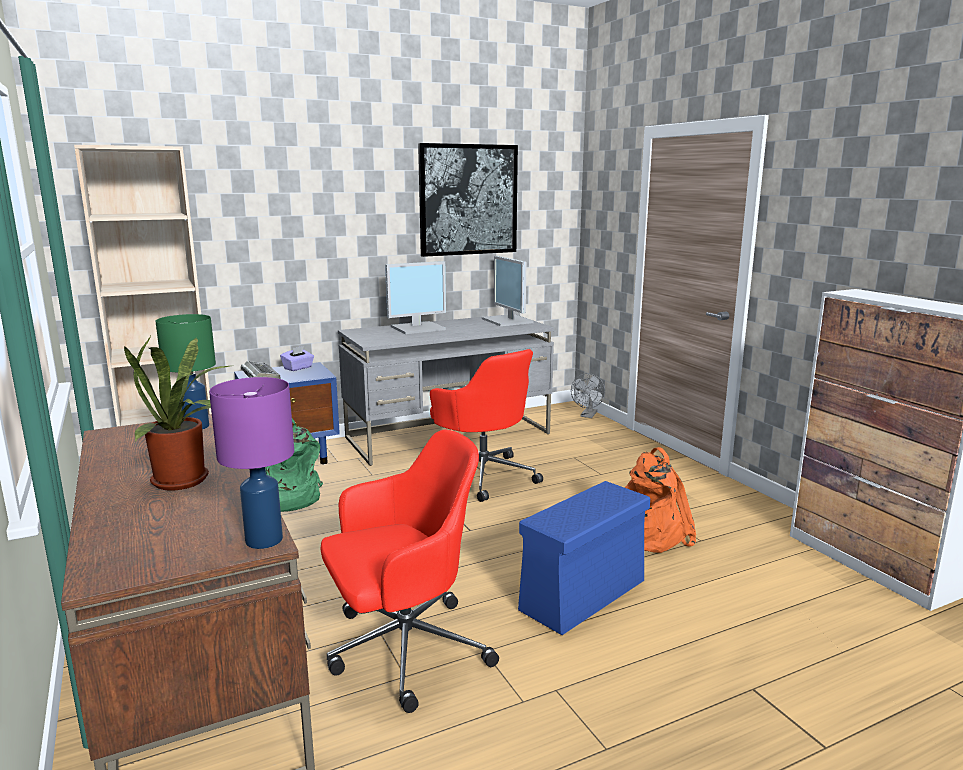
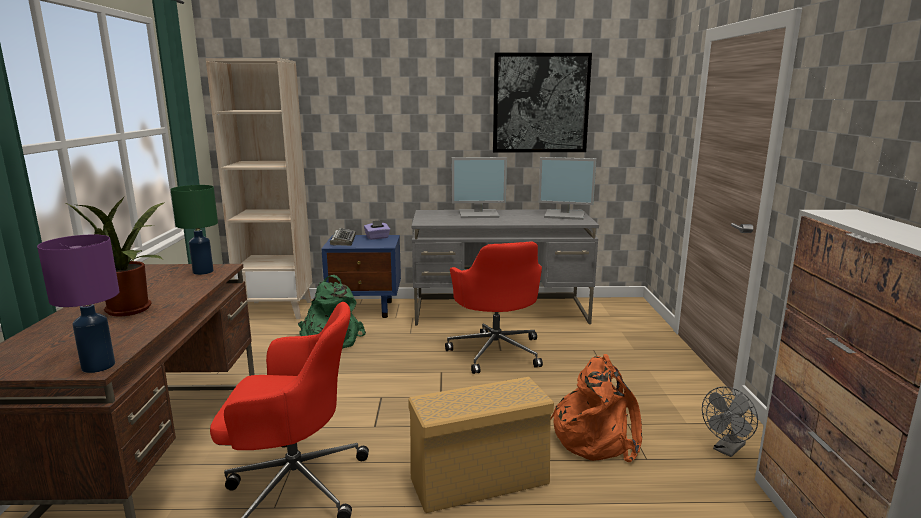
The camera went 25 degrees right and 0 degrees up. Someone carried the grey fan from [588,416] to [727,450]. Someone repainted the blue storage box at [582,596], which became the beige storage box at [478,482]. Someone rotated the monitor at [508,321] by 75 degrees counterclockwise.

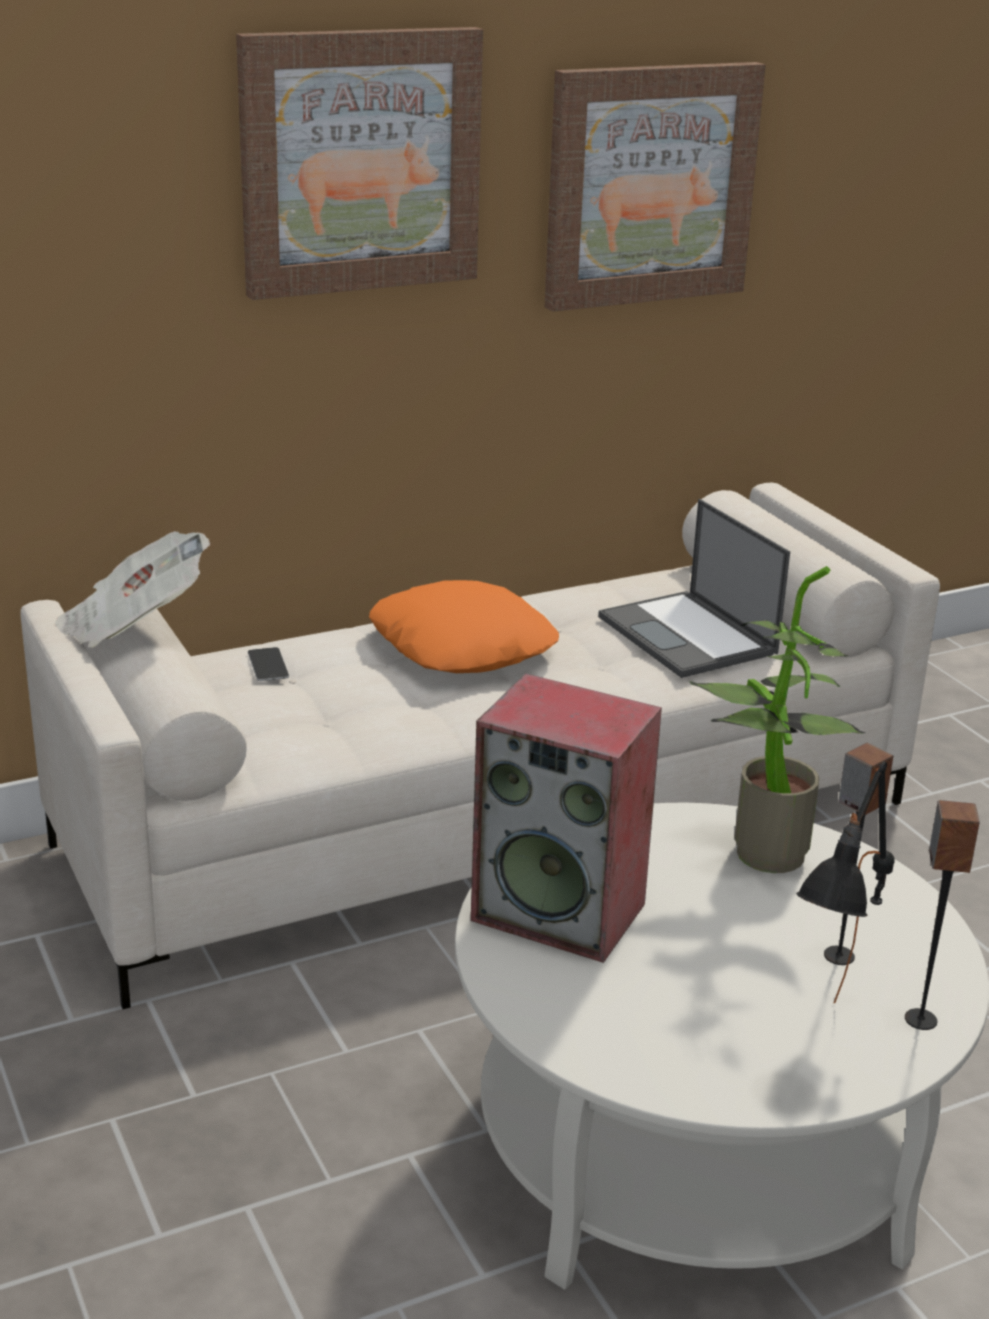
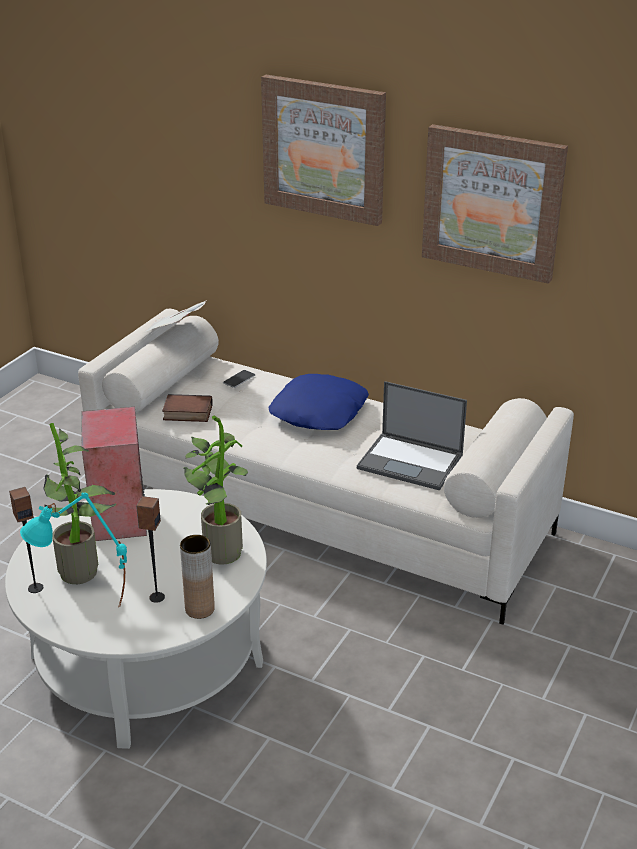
The camera went 55 degrees right and 5 degrees up. Someone put down the potted plant at [85,571]. Someone put down the book at [186,413]. Someone put down the brown vase at [199,609]. Someone carried the speaker from [920,1019] to [35,588]. Someone repainted the orange pillow at [463,645], which became the blue pillow at [319,412]. Someone repainted the black table lamp at [832,1048], which became the turquoise table lamp at [84,616]. Someone rotated the laptop at [689,636] by 90 degrees counterclockwise.

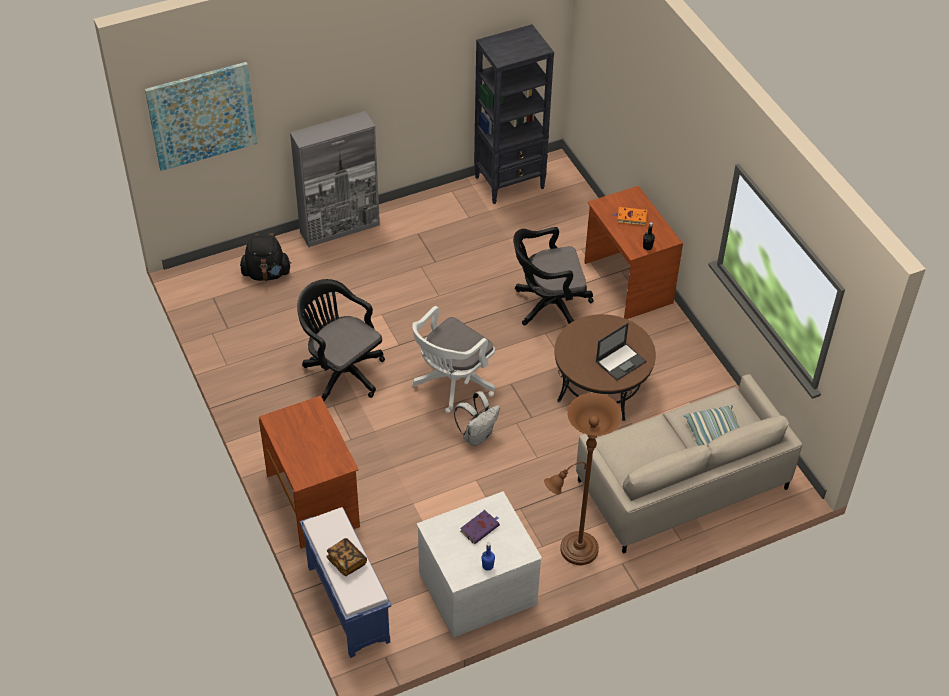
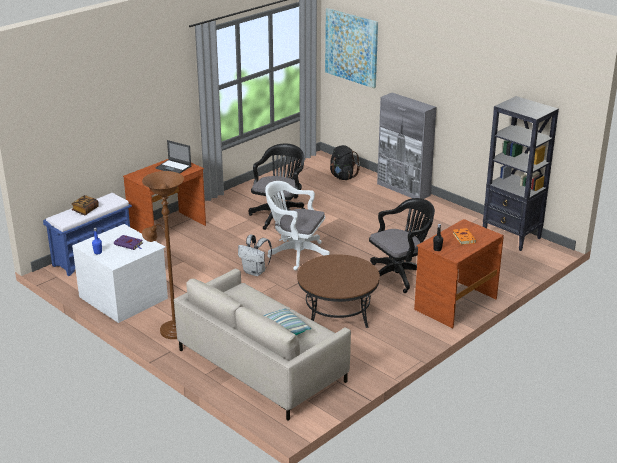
The camera went 70 degrees right and 20 degrees down. Someone carried the laptop from [621,361] to [174,167]. Someone rotated the black office chair at [547,306] by 90 degrees clockwise.

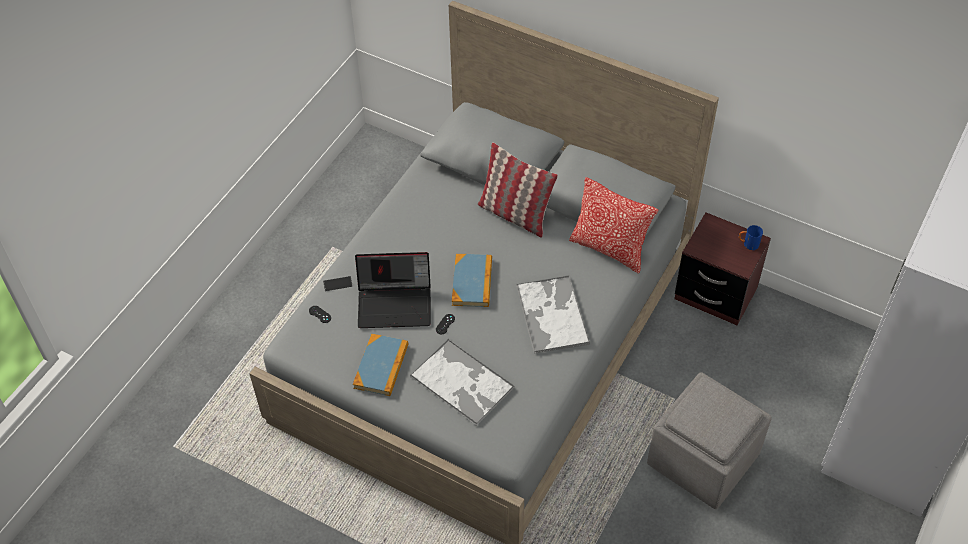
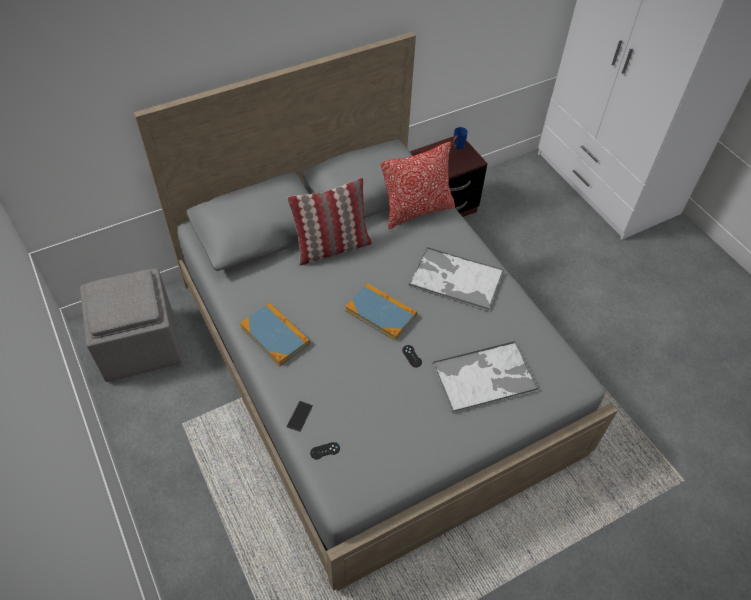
The camera went 60 degrees left and 0 degrees up. Someone took away the laptop at [396,303]. Someone carried the book from [381,366] to [275,335]. Someone carried the grey ottoman from [704,459] to [141,344].

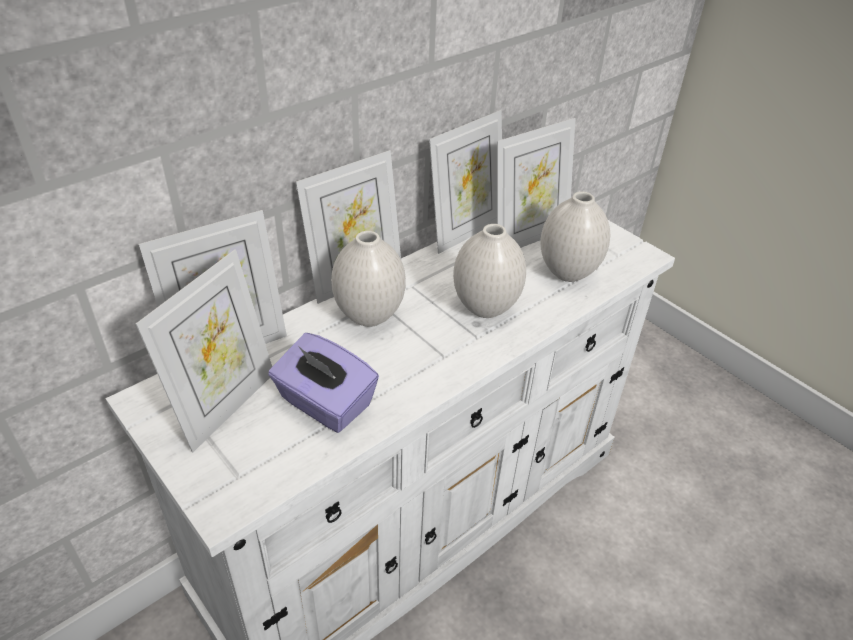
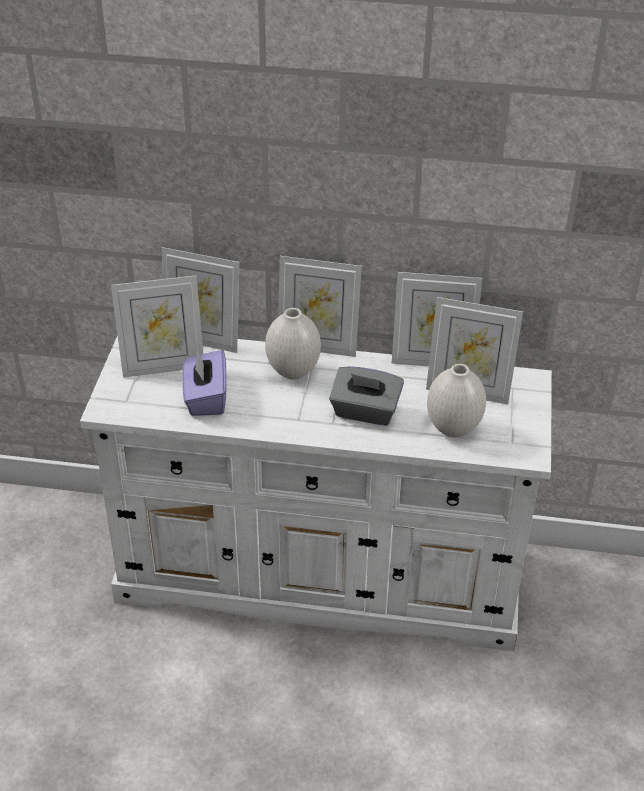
The camera went 50 degrees right and 0 degrees up. Someone swapped the white vase at [485,307] for the grey tissue box at [365,412].

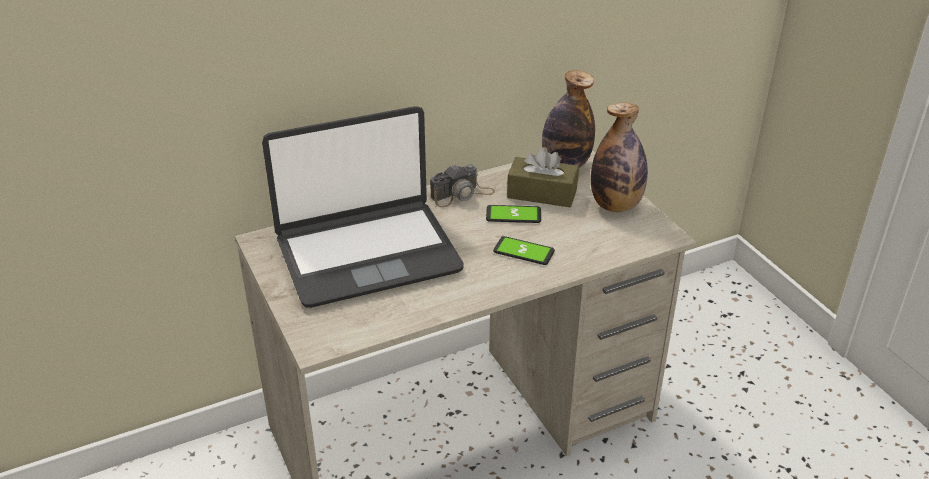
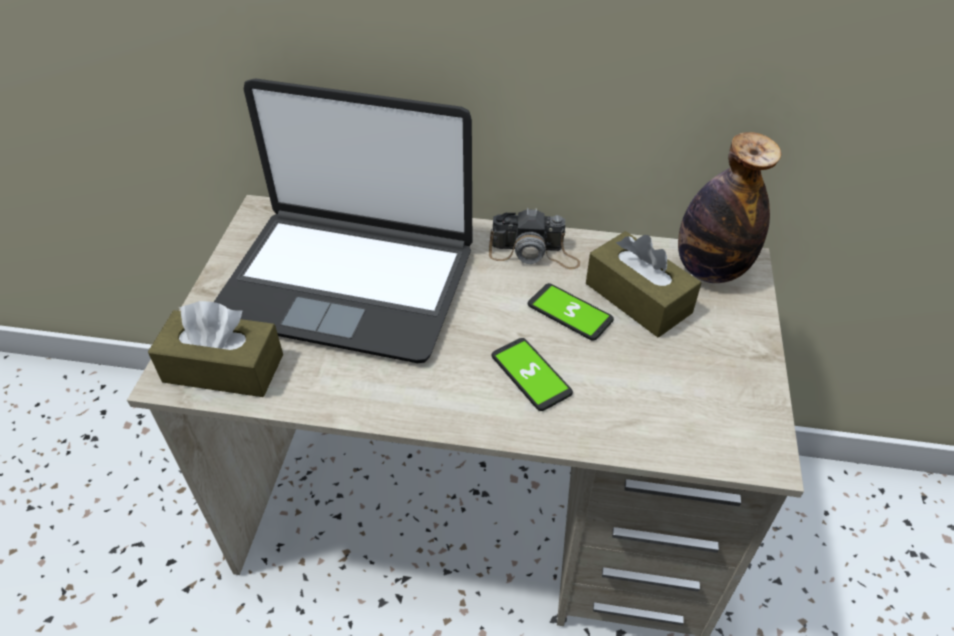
The camera went 35 degrees right and 10 degrees up. Someone took away the bottle at [616,205]. Someone put down the brown tissue box at [223,368].

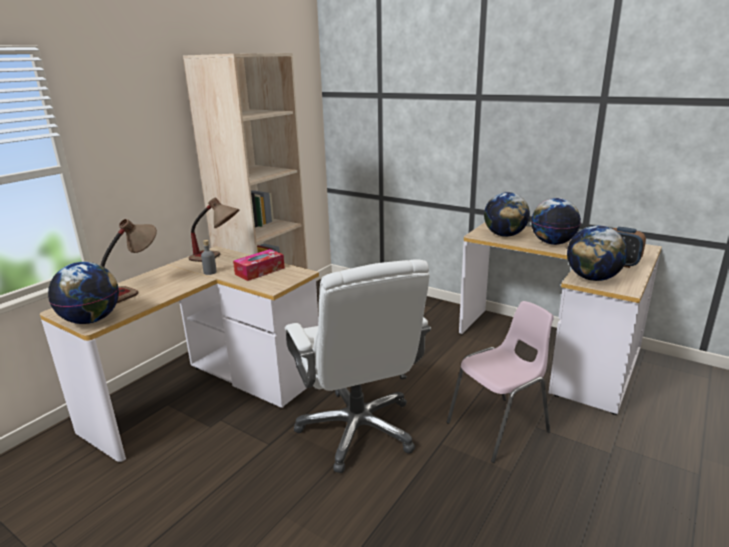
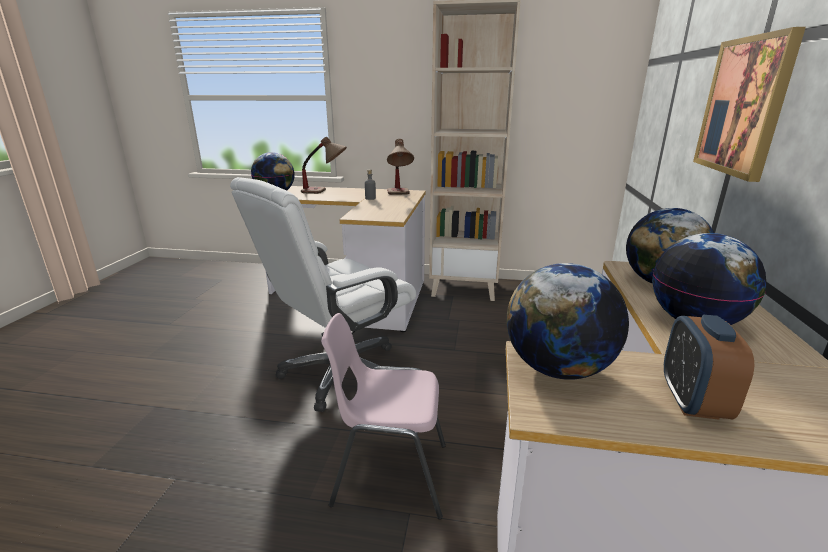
The camera went 65 degrees right and 0 degrees up. Someone took away the tissue box at [260,271]. Someone put up the picture at [744,106]. Someone rotated the pink chair at [499,428] by 150 degrees clockwise.

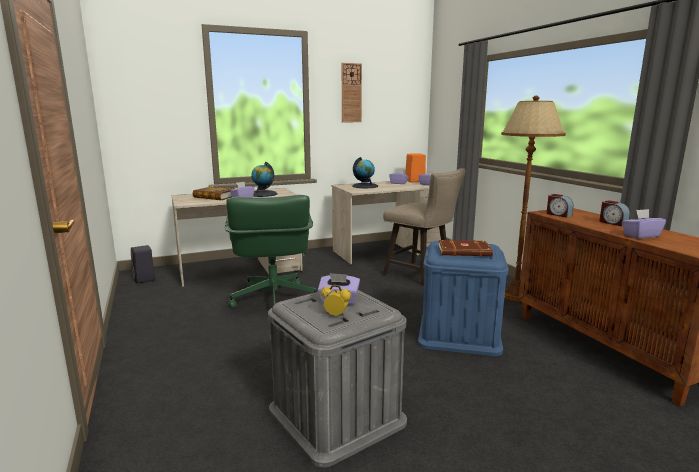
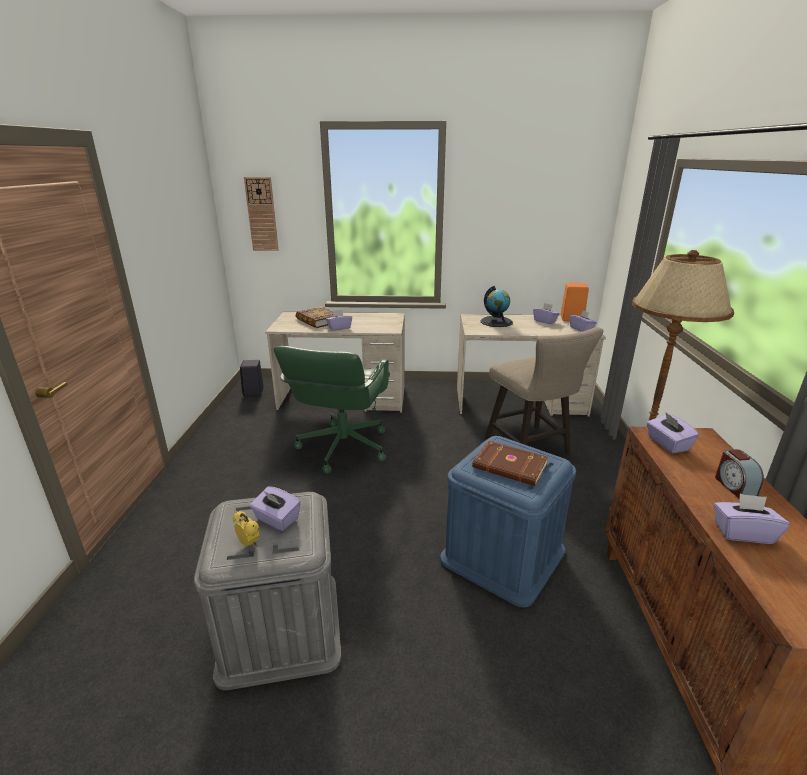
The camera went 25 degrees right and 10 degrees up. Someone took away the globe at [263,194]. Someone carried the wall clock from [351,93] to [262,214]. Someone swapped the alarm clock at [558,214] for the purple tissue box at [667,444].

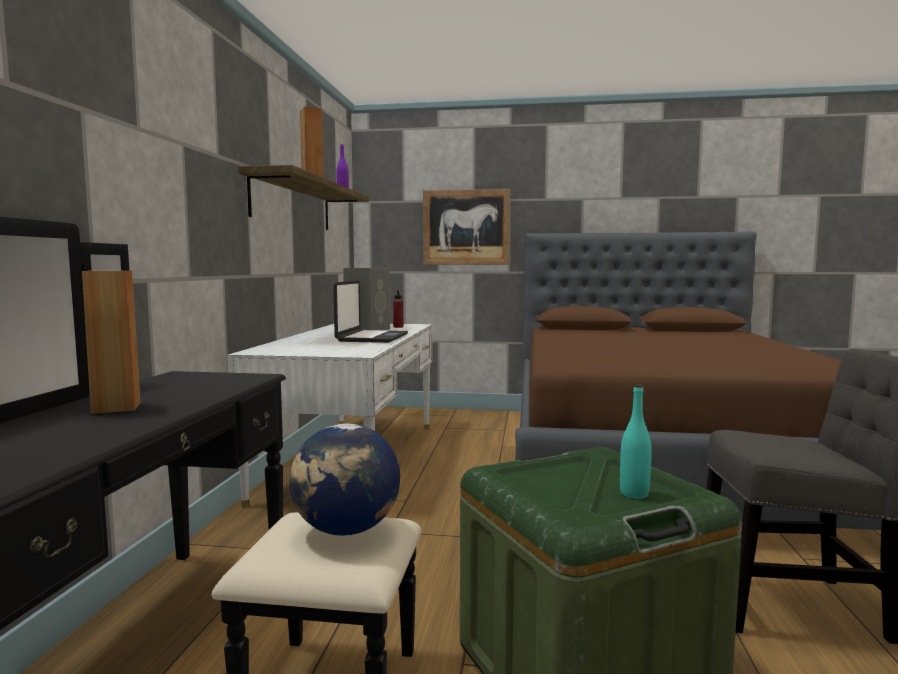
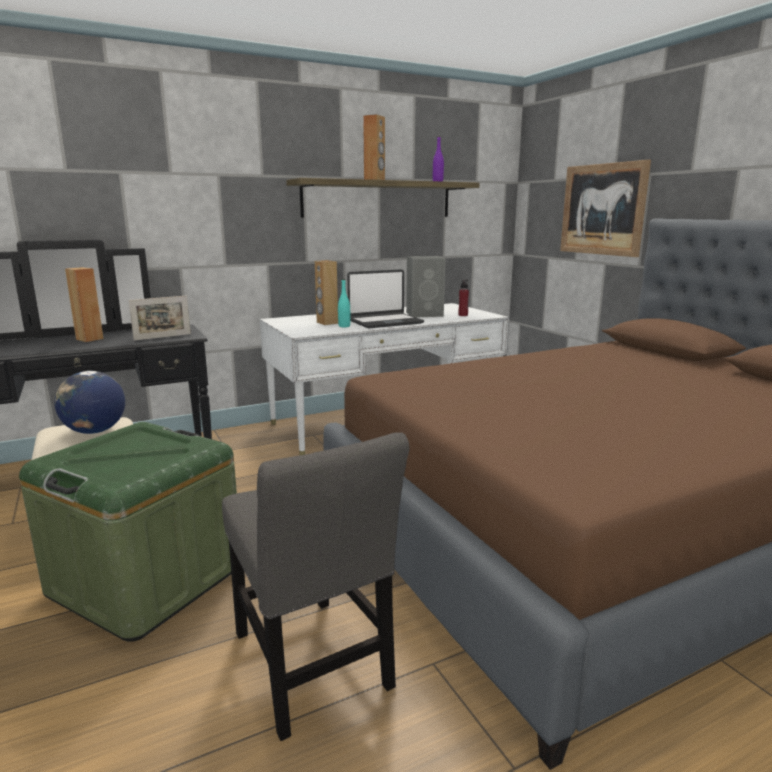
The camera went 55 degrees right and 10 degrees up. Someone put down the picture frame at [162,337]. Someone put down the brown speaker at [327,323]. Someone carried the turquoise bottle from [634,494] to [344,326].

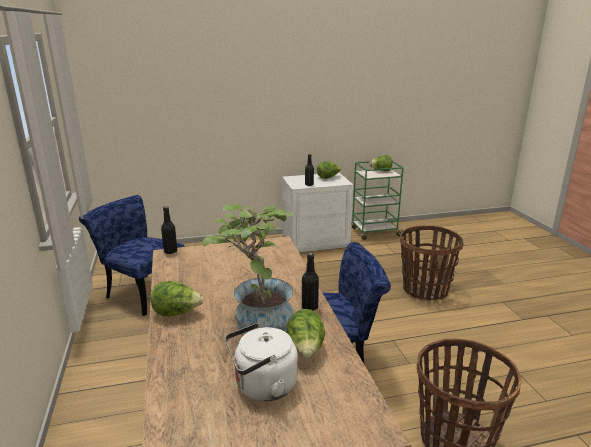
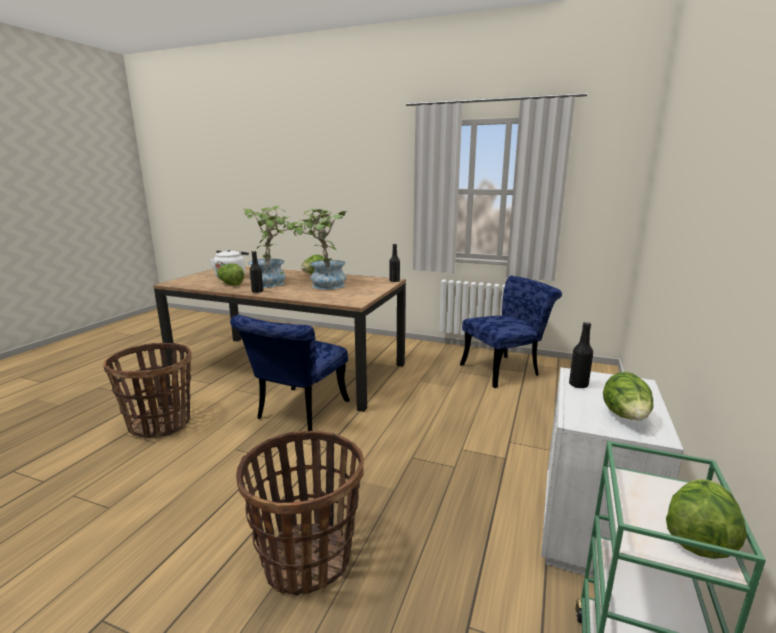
The camera went 125 degrees right and 5 degrees down. Someone put down the potted plant at [323,286].

